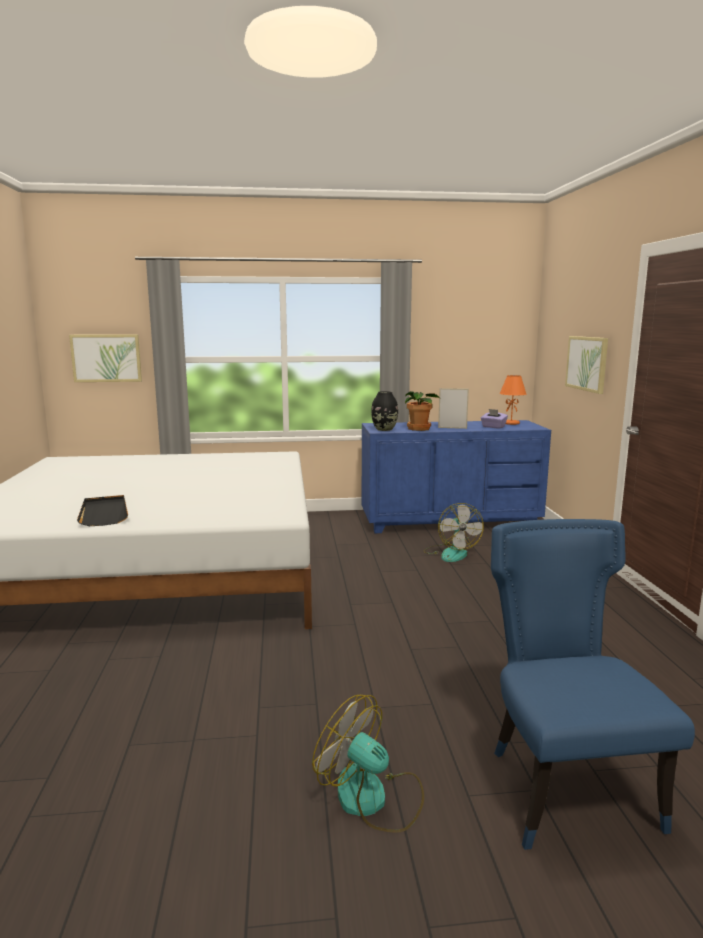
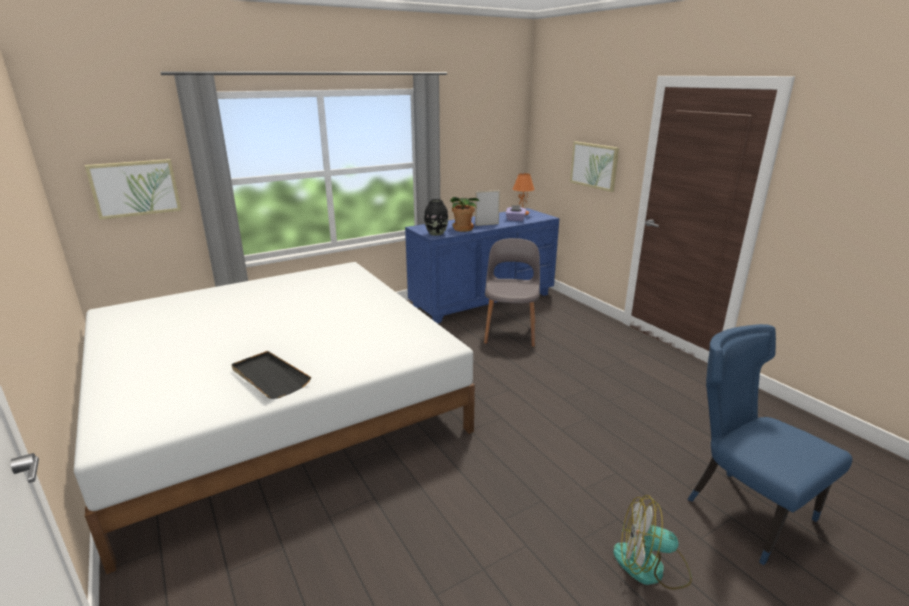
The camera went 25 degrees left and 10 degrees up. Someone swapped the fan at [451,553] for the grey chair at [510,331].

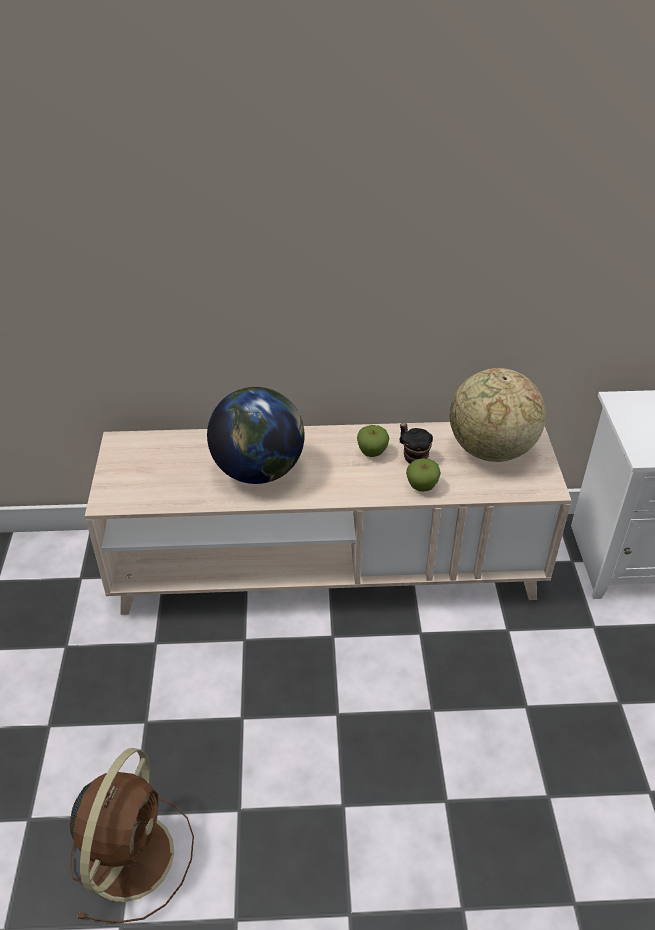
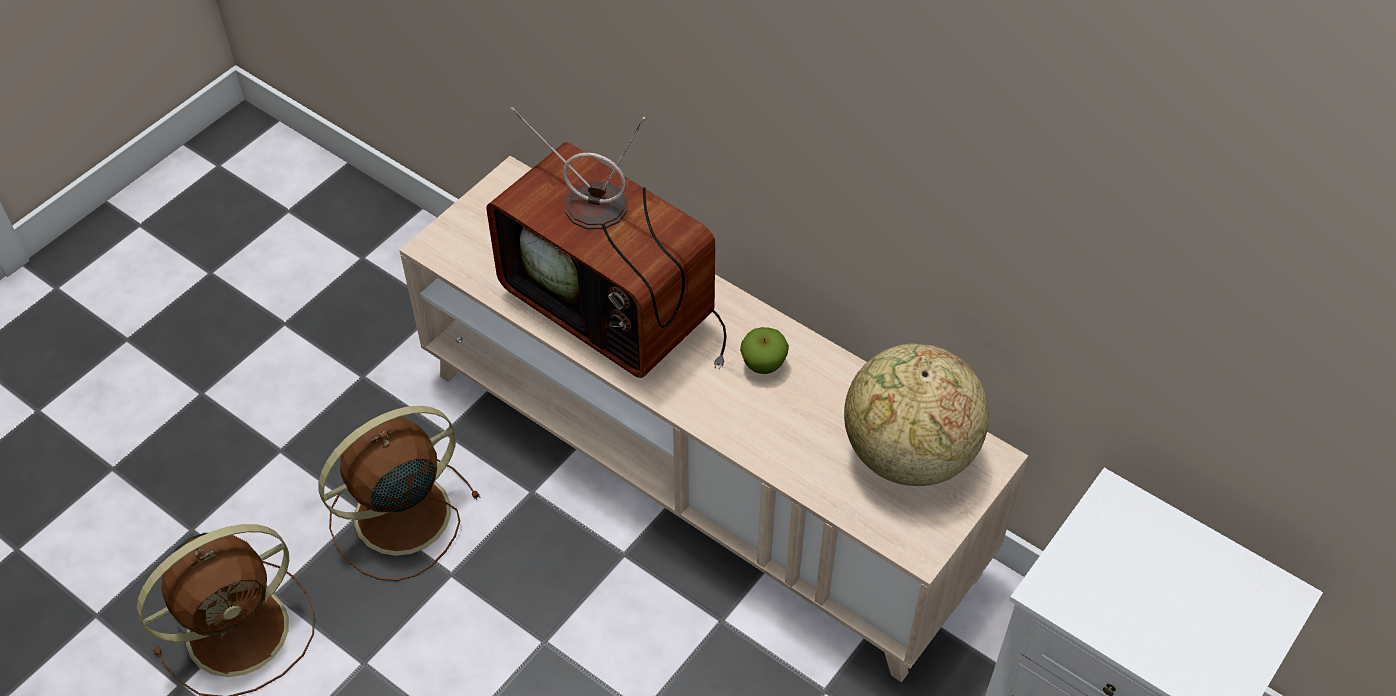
The camera went 40 degrees right and 10 degrees up. Someone took away the mug at [413,455]. Someone took away the apple at [422,487]. Someone put down the brown fan at [398,516]. Someone swapped the globe at [259,470] for the television at [616,307].

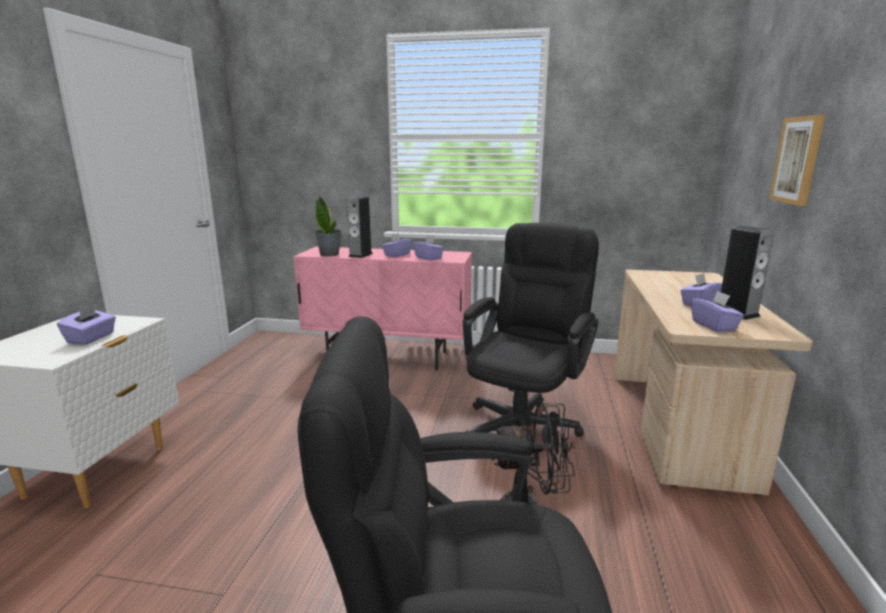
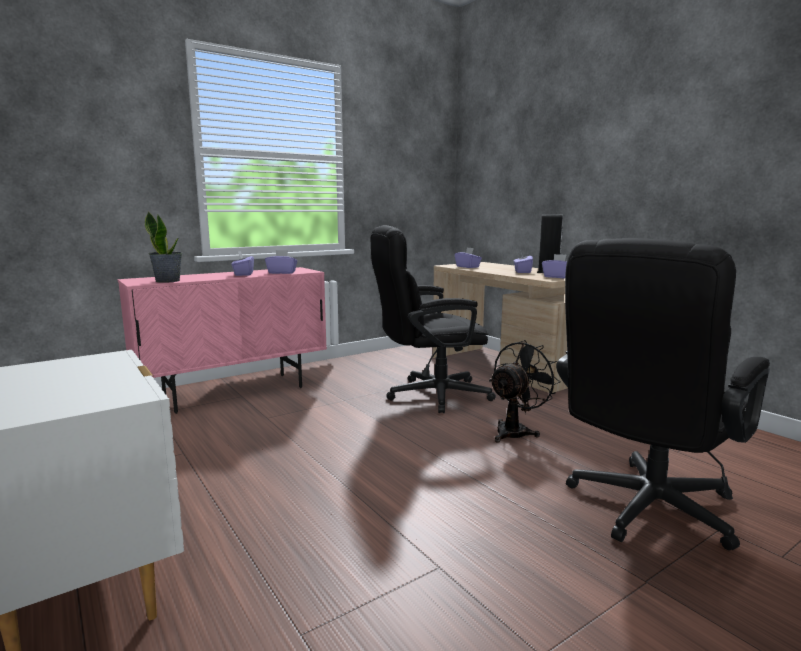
The camera went 45 degrees left and 5 degrees down. Someone took away the speaker at [360,255]. Someone took away the picture at [798,160]. Someone carried the purple tissue box from [91,338] to [468,267]. Someone rotated the black office chair at [524,423] by 90 degrees counterclockwise.

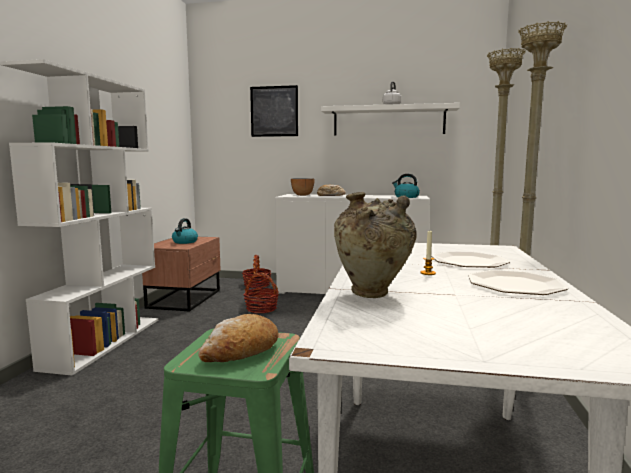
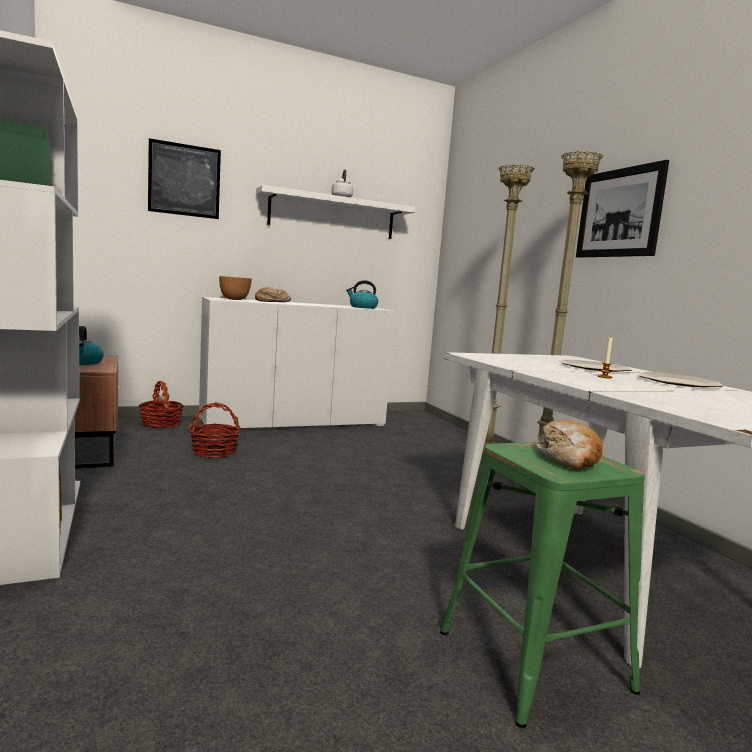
The camera went 35 degrees left and 0 degrees up. Someone took away the beige vase at [372,295]. Someone put up the picture at [619,213].

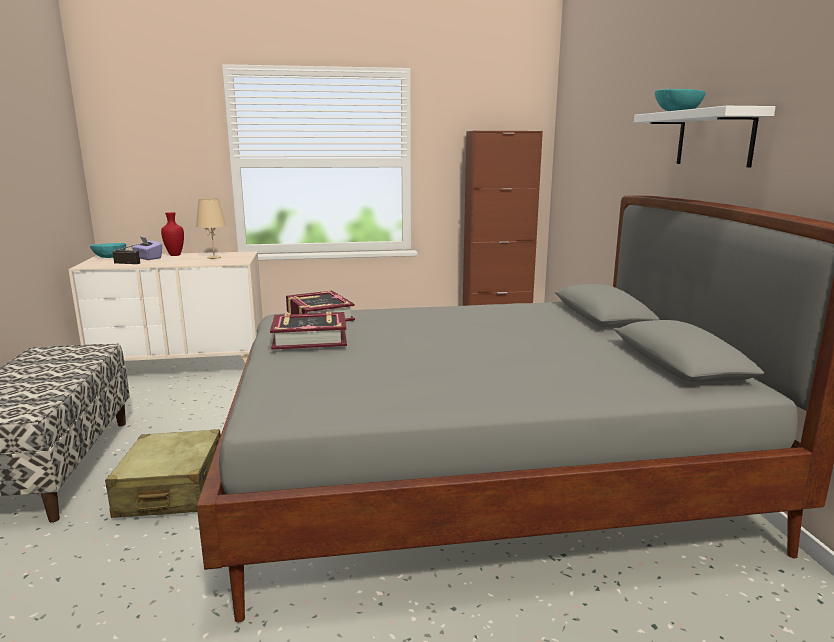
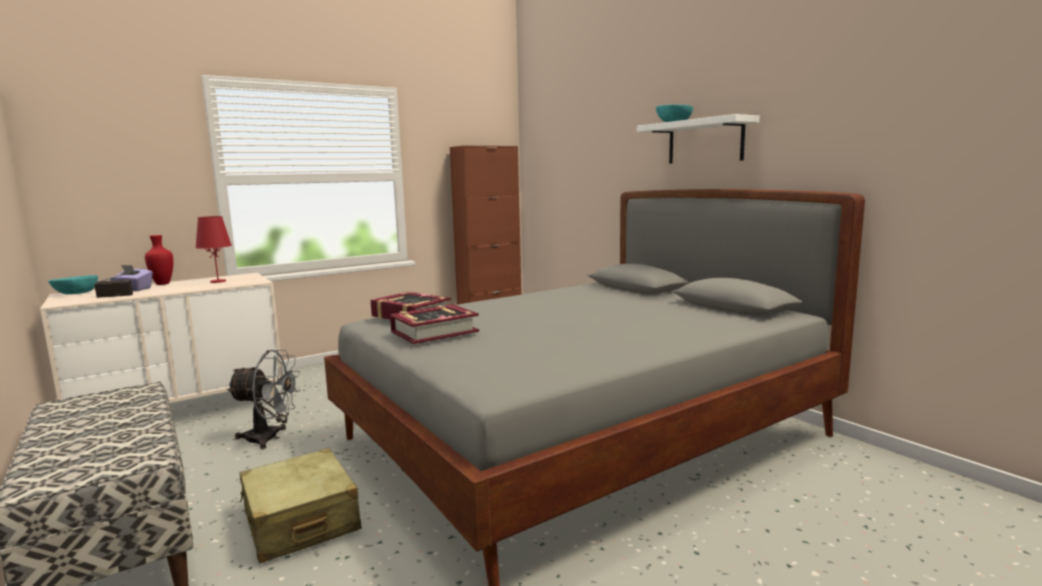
The camera went 25 degrees left and 5 degrees down. Someone put down the grey fan at [270,438]. Someone repainted the beige table lamp at [214,257], which became the red table lamp at [218,281].

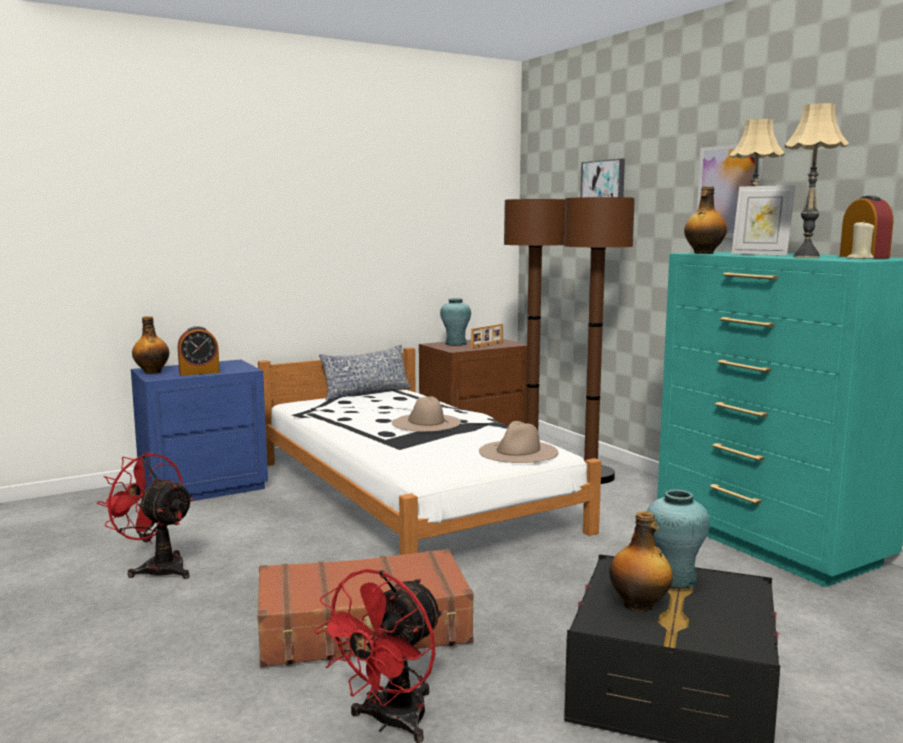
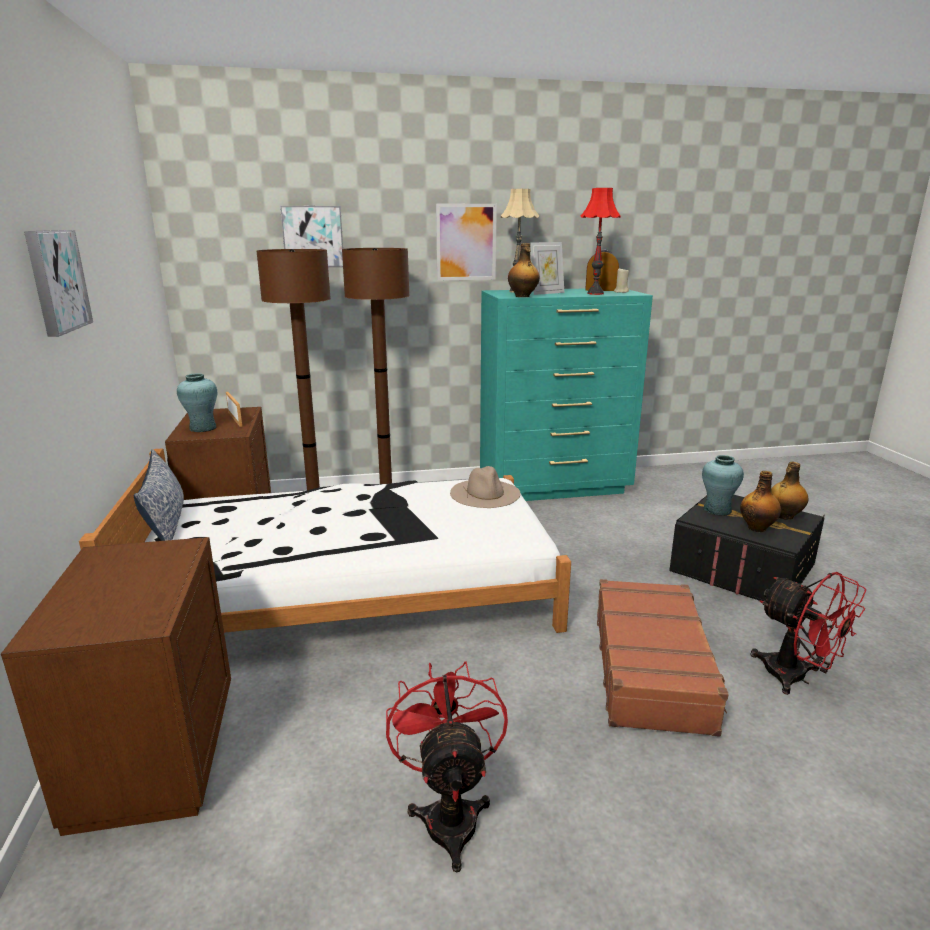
The camera went 70 degrees left and 10 degrees up. Someone took away the alarm clock at [199,372]. Someone took away the beige hat at [426,422]. Someone put up the picture at [56,281]. Someone carried the bottle from [152,372] to [784,516]. Someone repainted the blue nightstand at [203,487], which became the brown nightstand at [153,754]. Someone repainted the beige table lamp at [806,257], which became the red table lamp at [595,293]. Someone rotated the red fan at [157,567] by 120 degrees clockwise.

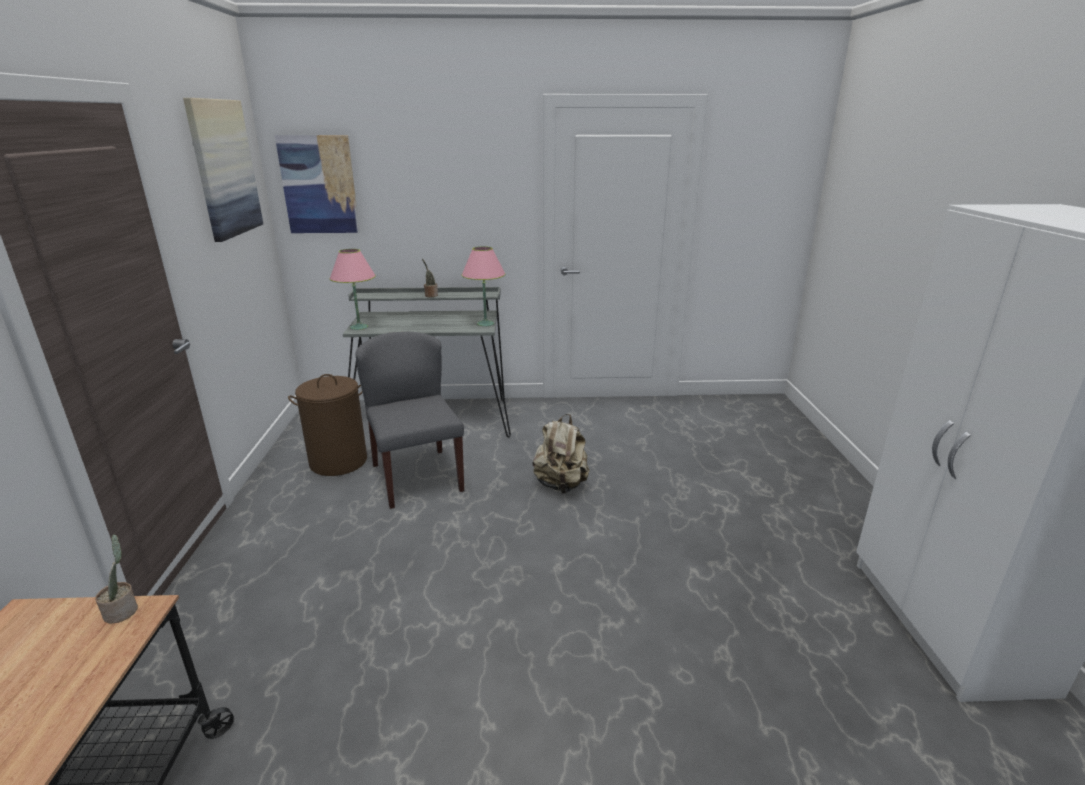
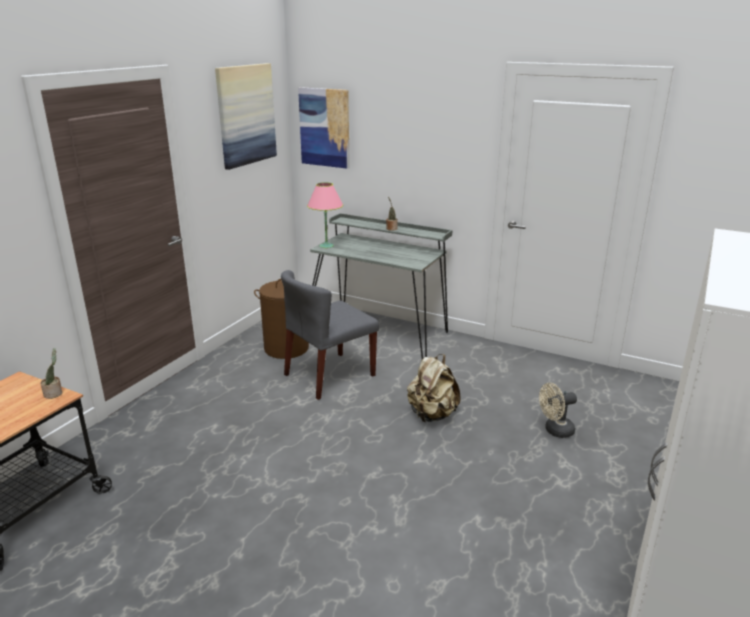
The camera went 30 degrees right and 0 degrees up. Someone took away the pink table lamp at [485,324]. Someone put down the beige fan at [555,431]. Someone rotated the grey chair at [416,477] by 135 degrees counterclockwise.

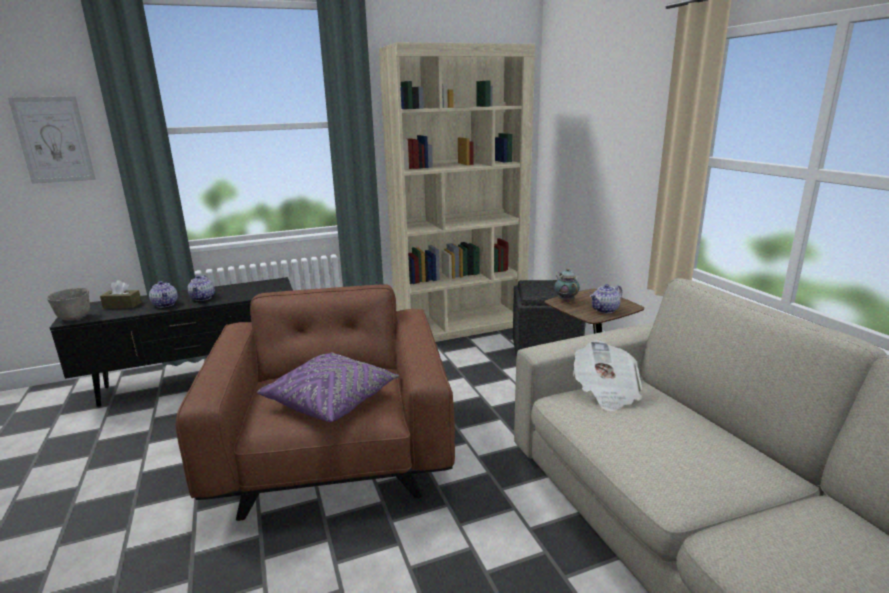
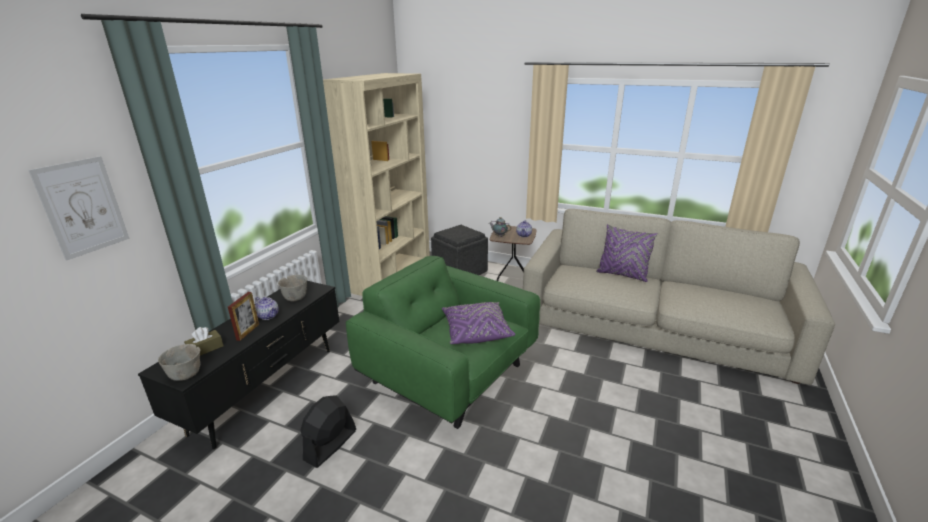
The camera went 45 degrees left and 5 degrees up. Someone took away the newspaper at [605,392]. Someone put down the grey bowl at [295,298]. Someone put down the black fan at [330,445]. Someone put down the purple pillow at [622,275]. Someone swapped the teapot at [166,304] for the picture frame at [248,332]. Someone repainted the brown armchair at [334,455], which became the green armchair at [448,374].

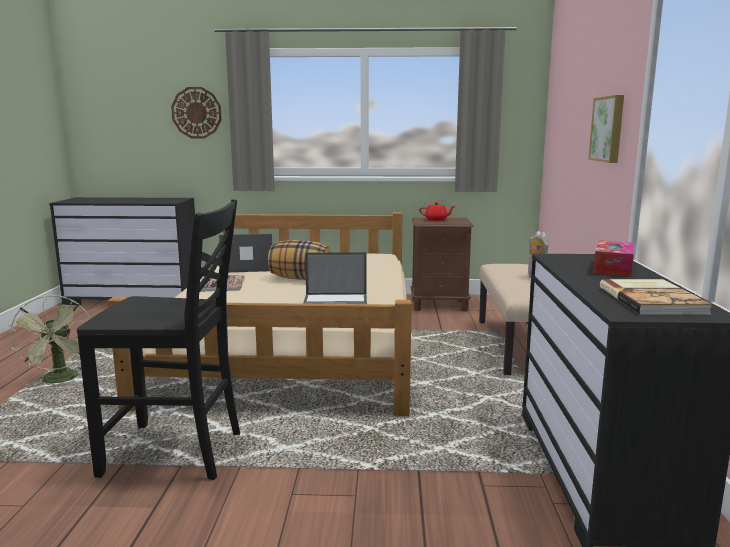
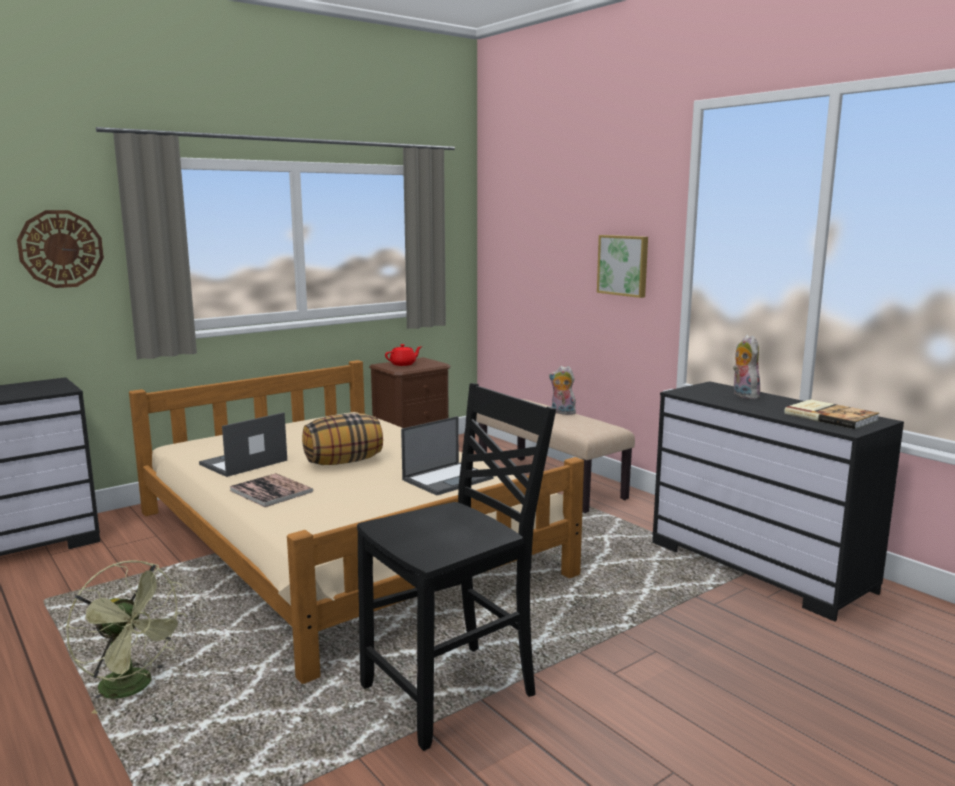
The camera went 40 degrees left and 0 degrees up. Someone swapped the tissue box at [612,268] for the plush toy at [743,395].

